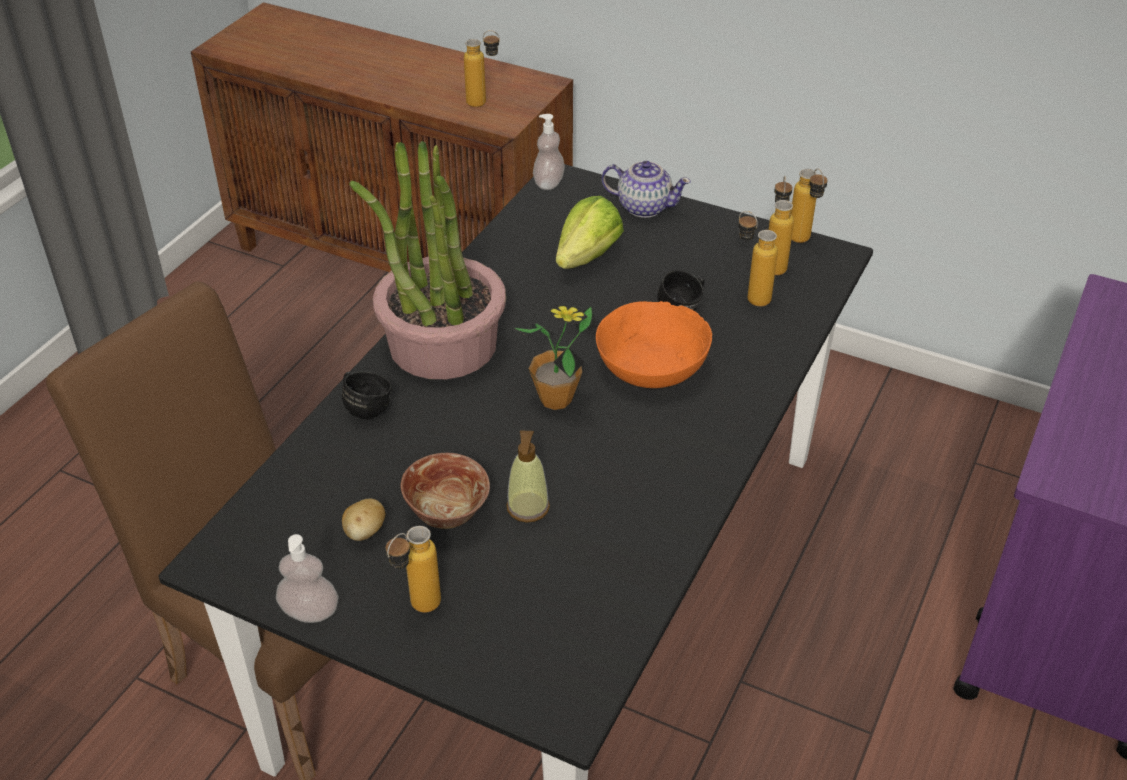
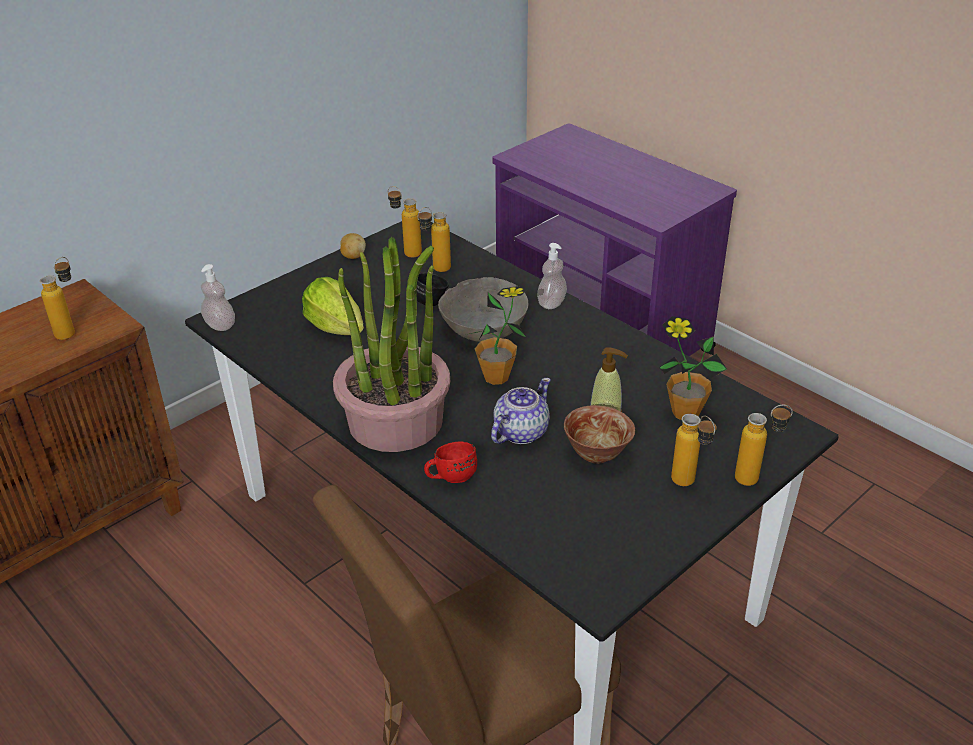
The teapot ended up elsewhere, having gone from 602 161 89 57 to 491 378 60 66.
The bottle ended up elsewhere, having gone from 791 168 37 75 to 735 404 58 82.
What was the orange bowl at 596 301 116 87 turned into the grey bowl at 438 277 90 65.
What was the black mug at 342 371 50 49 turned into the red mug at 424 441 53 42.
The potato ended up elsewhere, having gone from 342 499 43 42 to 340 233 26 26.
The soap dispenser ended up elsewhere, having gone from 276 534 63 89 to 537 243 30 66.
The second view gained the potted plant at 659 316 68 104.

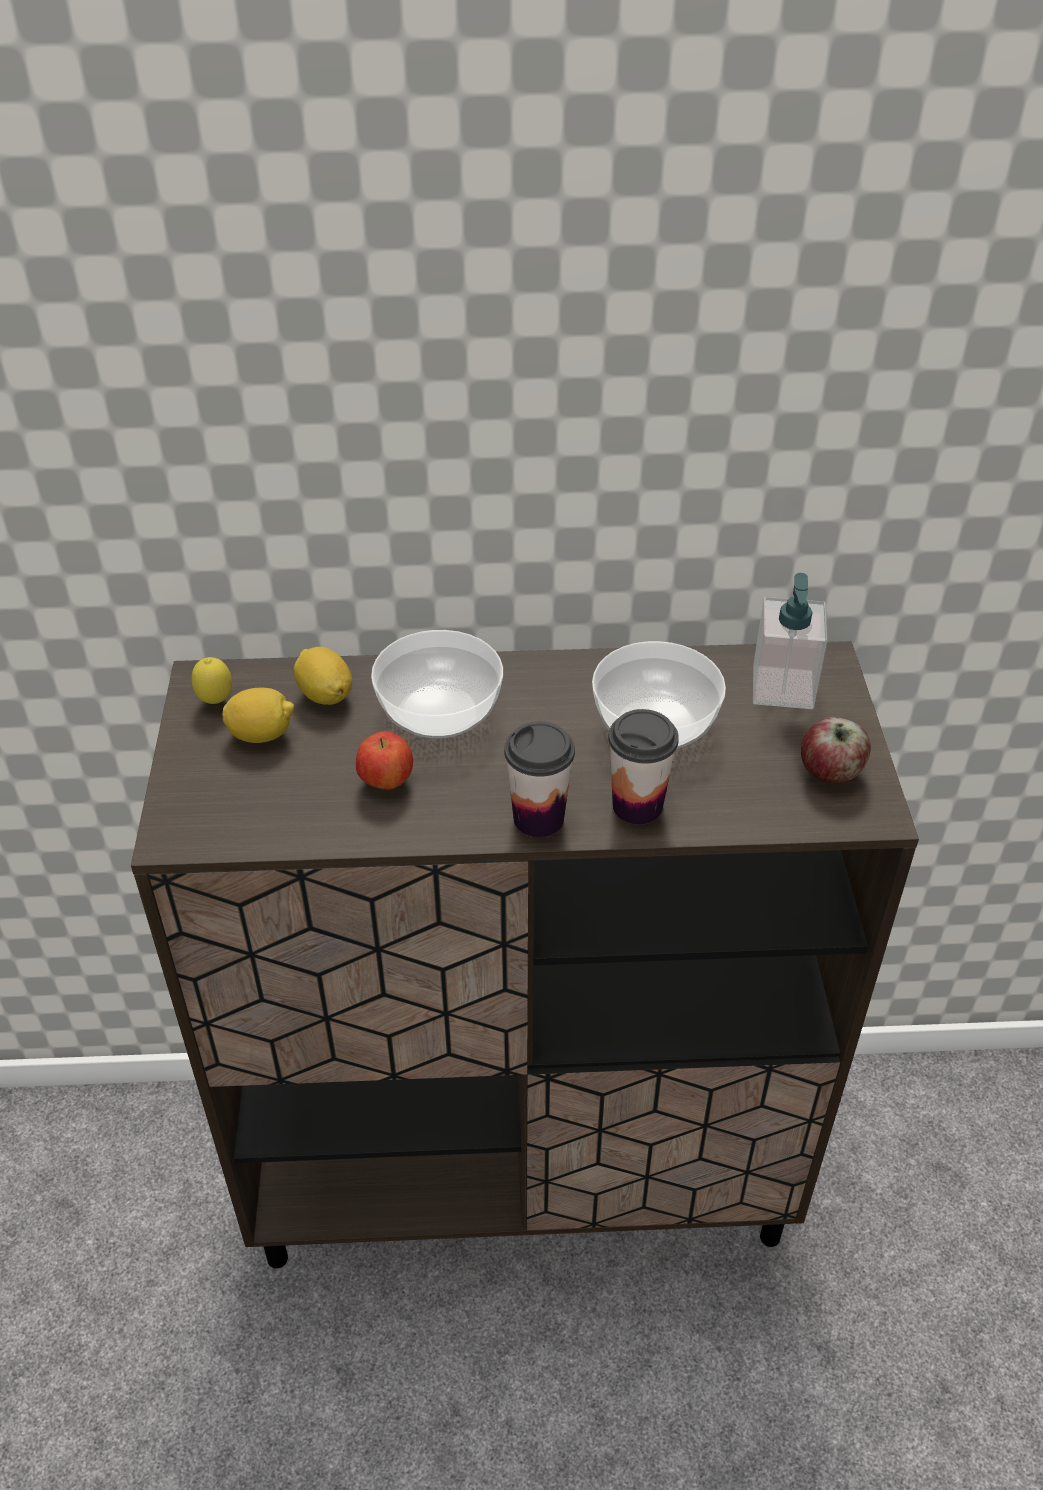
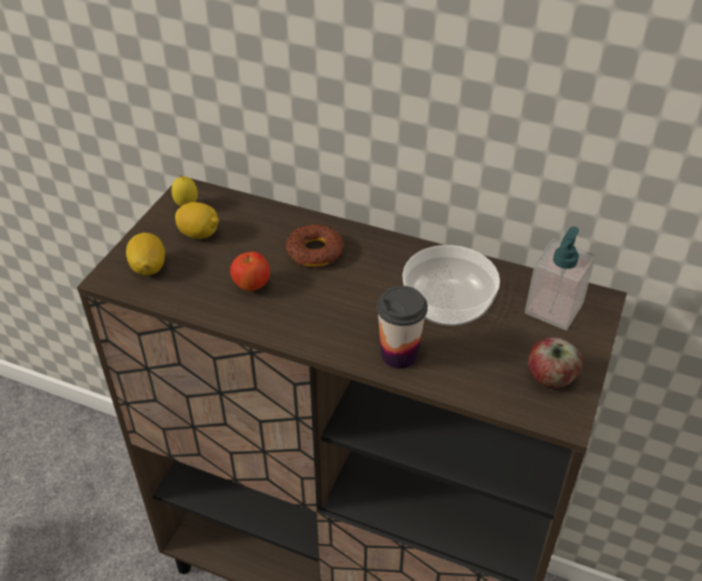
Where the bowl stood at 371 630 132 108, the donut came to stand at 286 224 58 43.
The lemon ended up elsewhere, having gone from 294 647 58 58 to 126 232 39 43.
The second view lost the cup at 504 721 71 116.

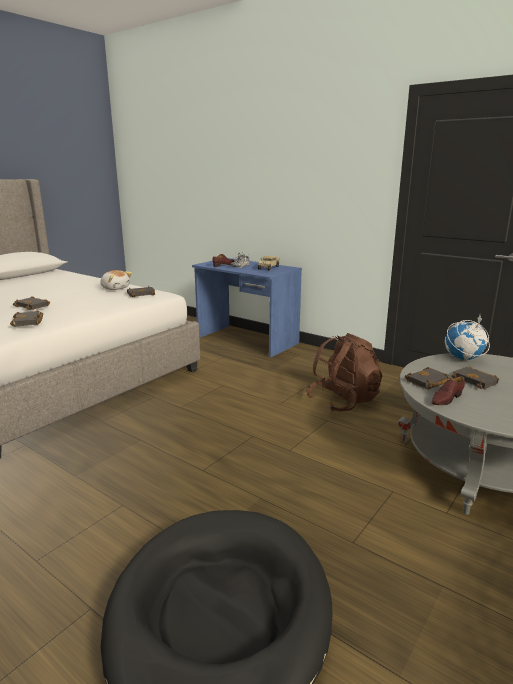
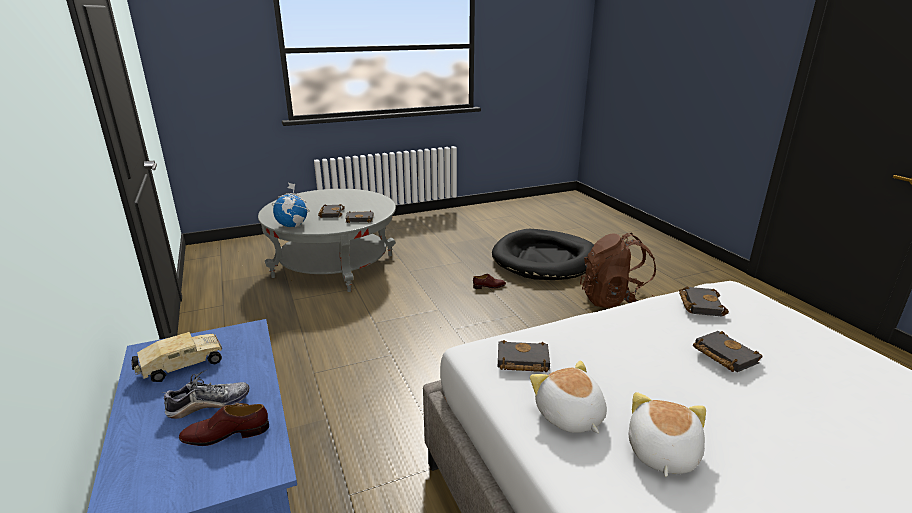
The brown backpack ended up elsewhere, having gone from 306 333 76 79 to 580 233 76 75.
The brown shoe ended up elsewhere, having gone from 432 376 33 30 to 473 274 33 15.
The second view gained the plush toy at 629 392 77 85.

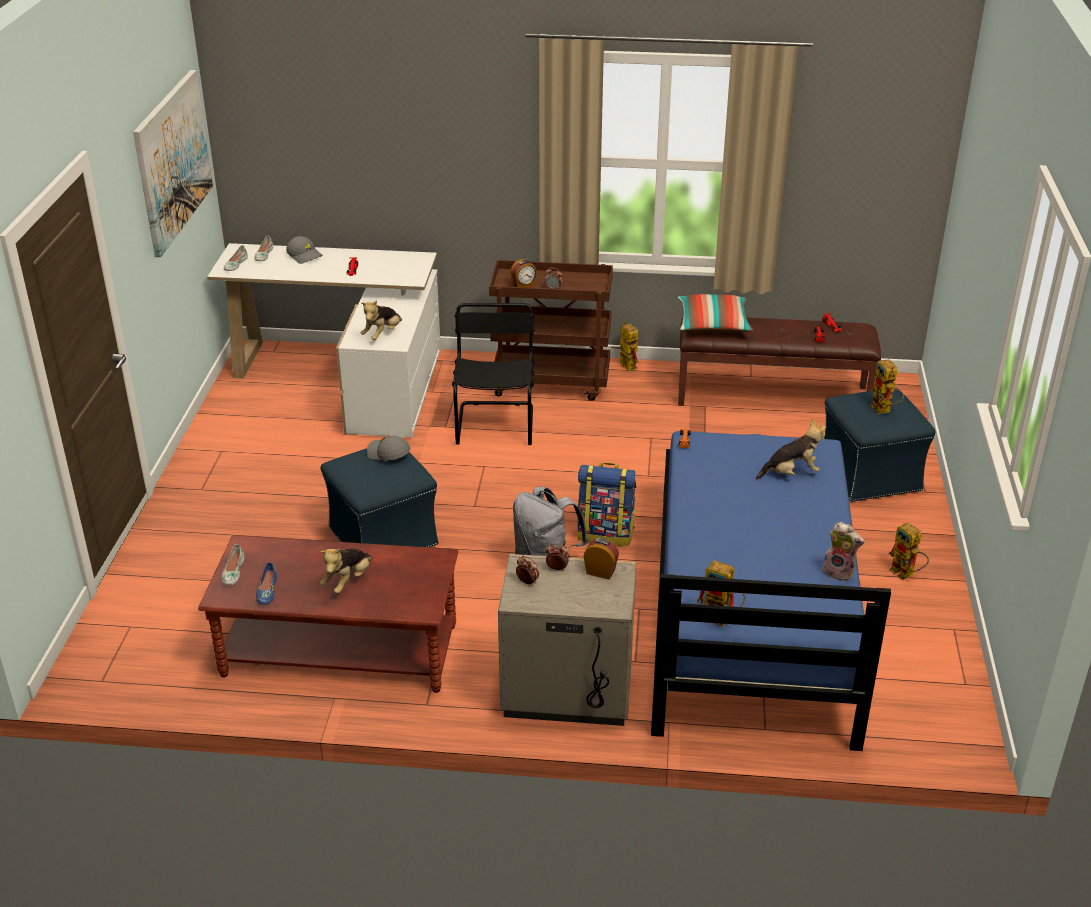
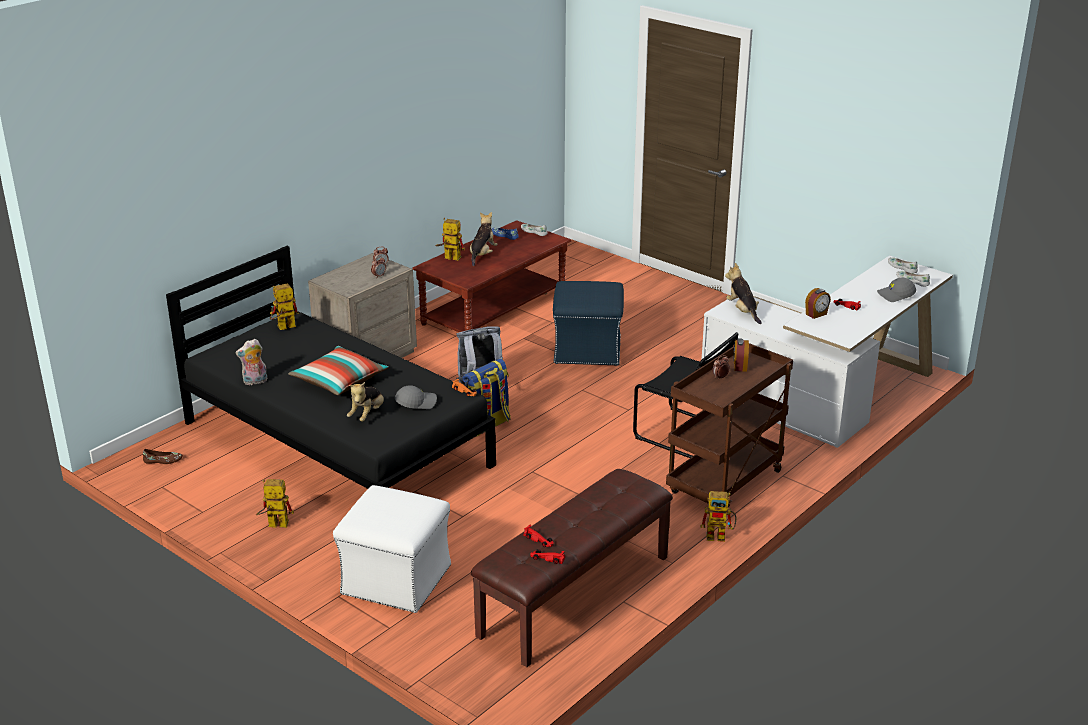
The second view lost the picture at 133 70 80 187.
The pillow ended up elsewhere, having gone from 678 294 75 38 to 288 346 101 49.
The toy robot ended up elsewhere, having gone from 870 359 34 55 to 435 218 30 43.
What was the blue ottoman at 824 388 112 114 turned into the white ottoman at 333 485 118 128.
What was the blue bed at 651 431 240 320 turned into the black bed at 166 246 330 243.
The grey cap ended up elsewhere, having gone from 367 436 44 25 to 395 385 42 24.
The alarm clock ended up elsewhere, having gone from 583 538 36 42 to 805 288 26 31.
The plush toy at 320 548 53 46 ended up facing another way, 45 degrees clockwise from before.
The second view gained the brown shoe at 143 449 40 15.

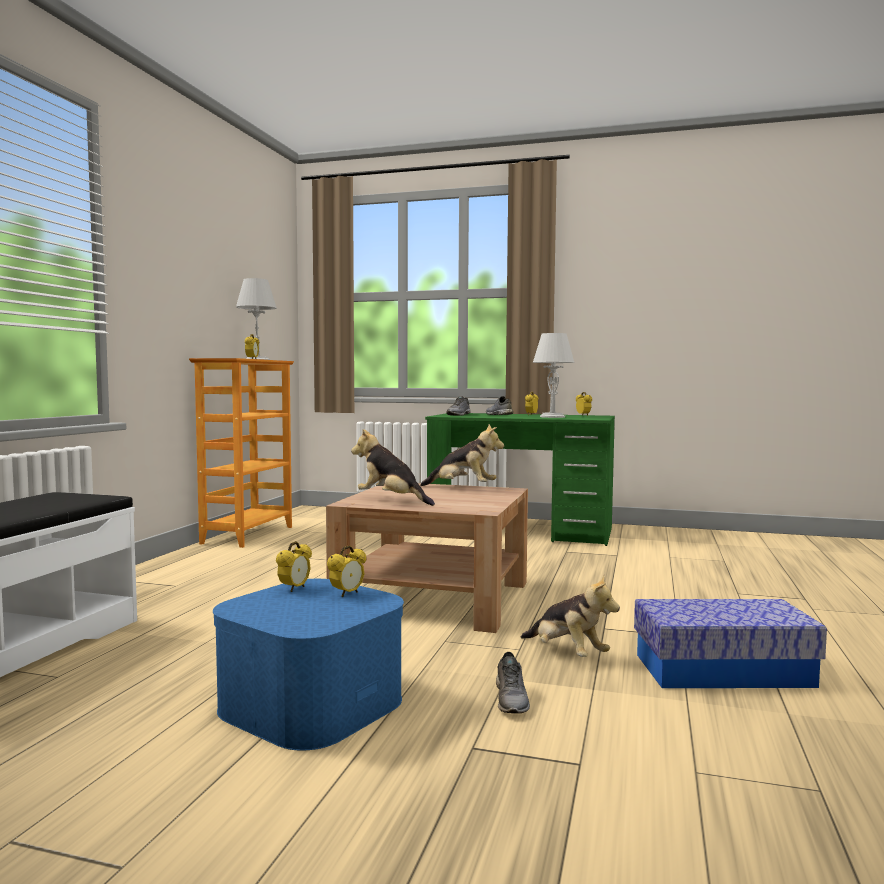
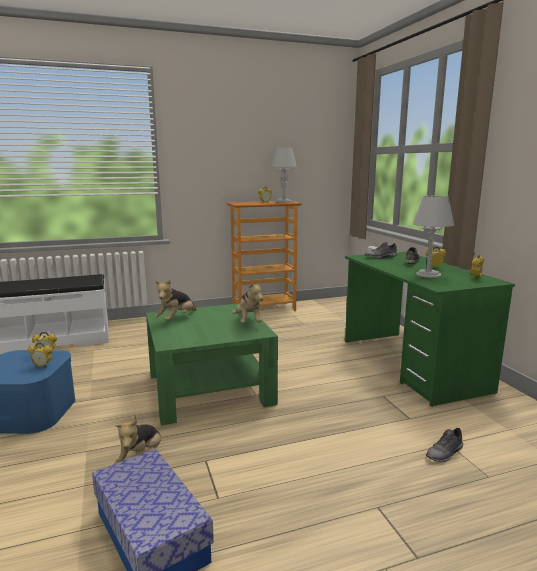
The plush toy at 351 429 84 77 ended up facing another way, 150 degrees counterclockwise from before.
What was the brown coffee table at 326 483 202 150 turned into the green coffee table at 146 303 132 123.
The grey shoe ended up elsewhere, having gone from 496 652 34 61 to 426 428 37 34.

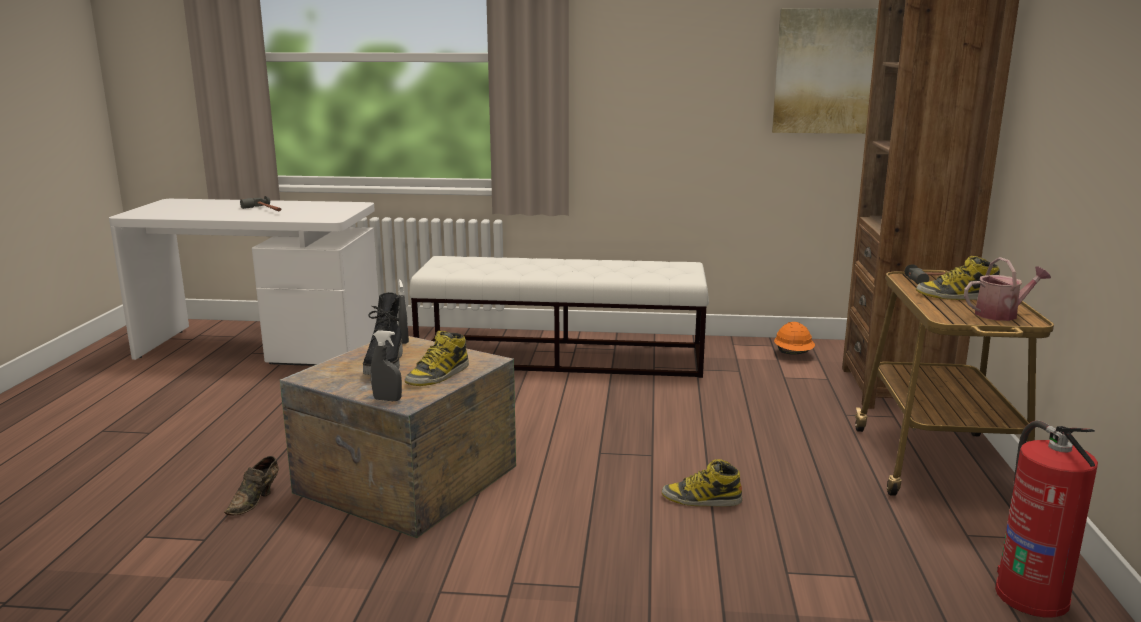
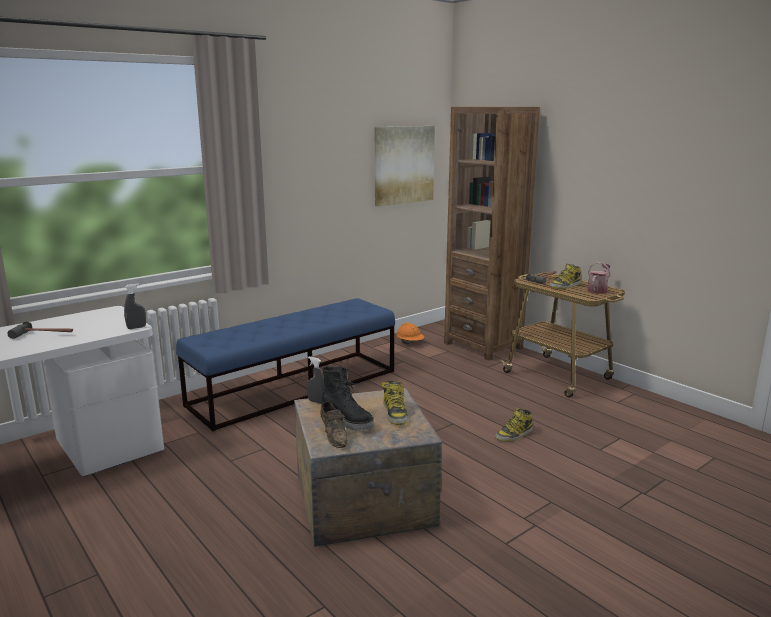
What was the white bench at 409 256 300 122 turned into the blue bench at 176 298 219 133.
The grey spray bottle ended up elsewhere, having gone from 371 330 31 71 to 124 283 22 46.
The second view lost the fire extinguisher at 995 420 103 198.
The brown shoe ended up elsewhere, having gone from 224 456 55 59 to 320 401 28 47.

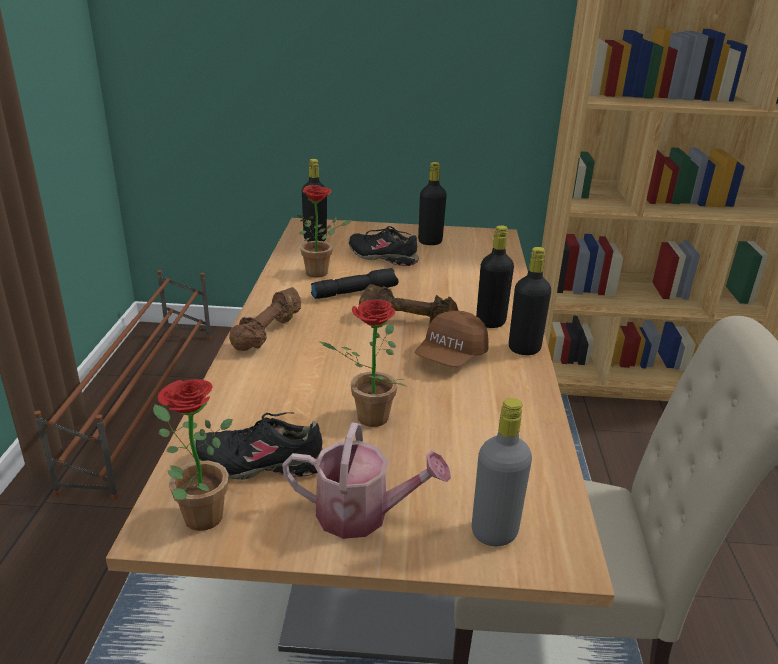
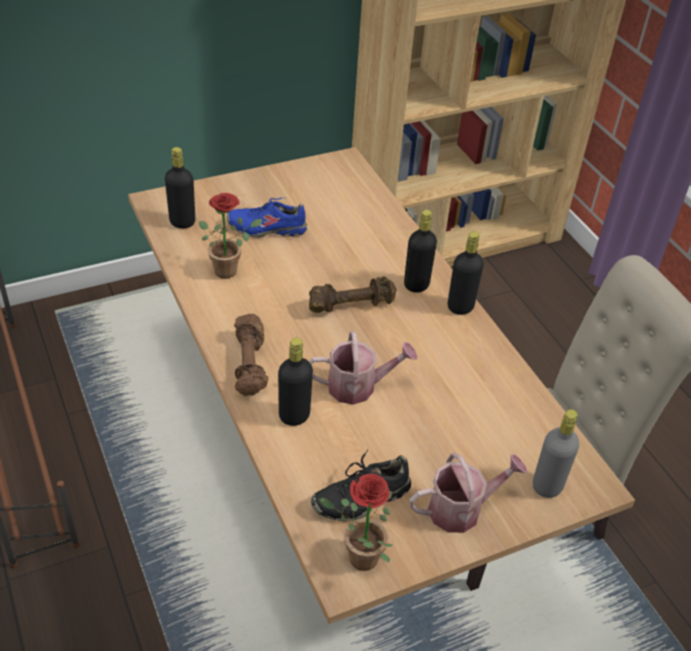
The black bottle ended up elsewhere, having gone from 418 162 29 83 to 278 338 35 88.
What was the black shoe at 349 226 70 40 turned into the blue shoe at 227 198 80 40.
The second view lost the black flashlight at 311 268 88 31.
The second view lost the potted plant at 320 299 87 128.
The second view lost the brown cap at 415 311 74 56.
The second view gained the watering can at 309 331 109 74.

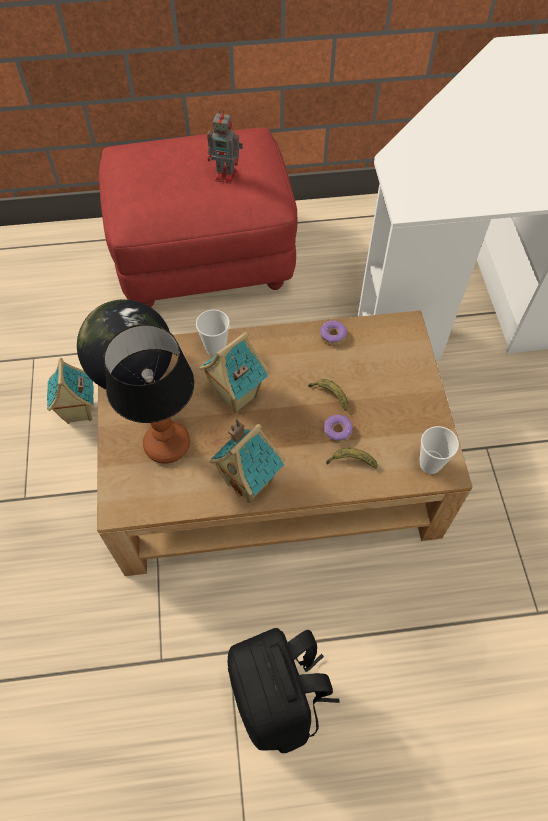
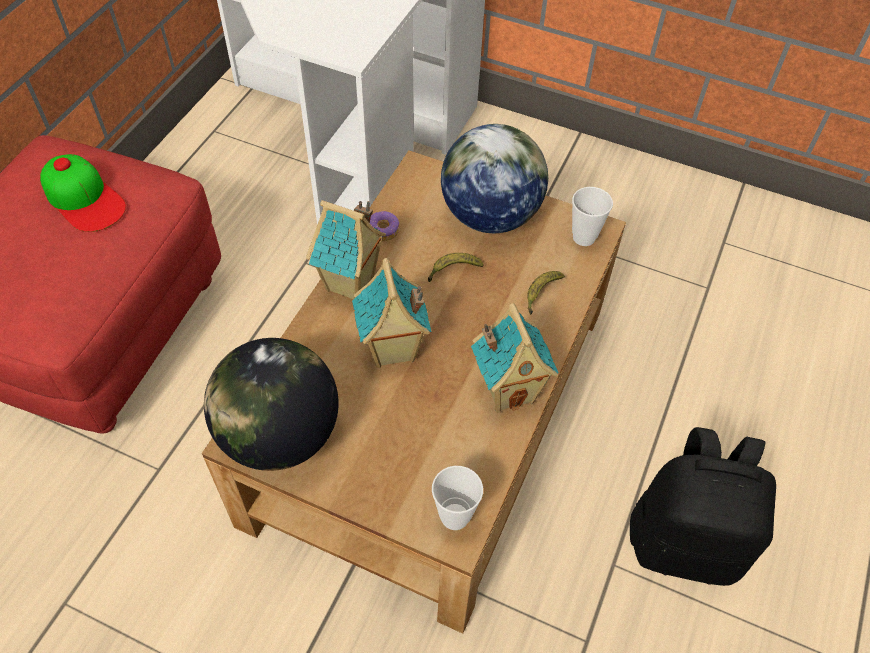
Where the toy robot stood at 207 109 36 75, the cap came to stand at 40 154 86 78.
The cup ended up elsewhere, having gone from 196 310 34 47 to 432 466 51 64.
The second view lost the table lamp at 104 324 91 140.
The toy house ended up elsewhere, having gone from 47 358 47 66 to 306 200 80 99.
The second view lost the donut at 323 415 30 28.
The second view gained the globe at 441 124 107 109.

